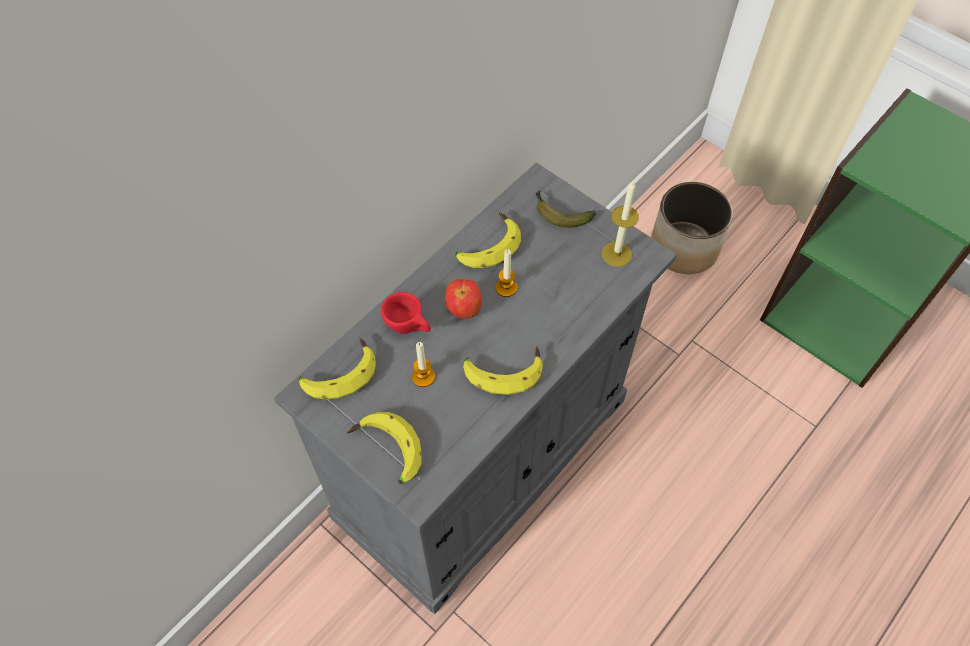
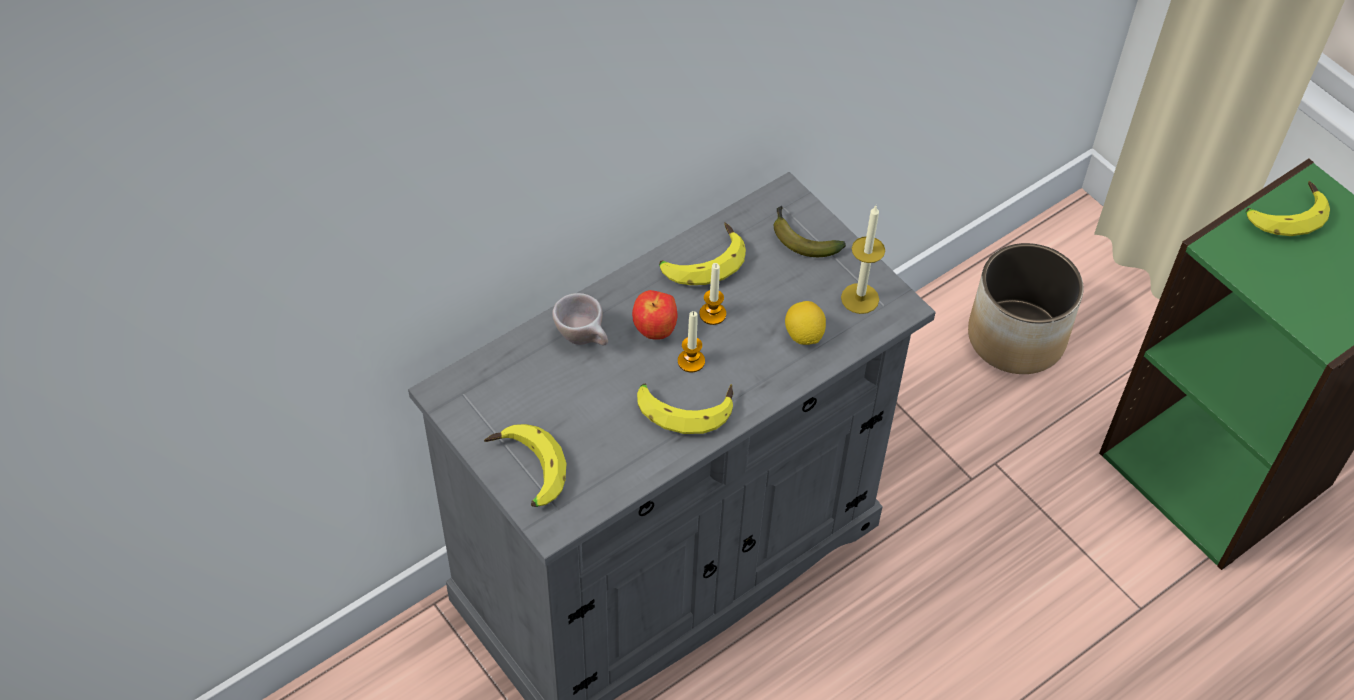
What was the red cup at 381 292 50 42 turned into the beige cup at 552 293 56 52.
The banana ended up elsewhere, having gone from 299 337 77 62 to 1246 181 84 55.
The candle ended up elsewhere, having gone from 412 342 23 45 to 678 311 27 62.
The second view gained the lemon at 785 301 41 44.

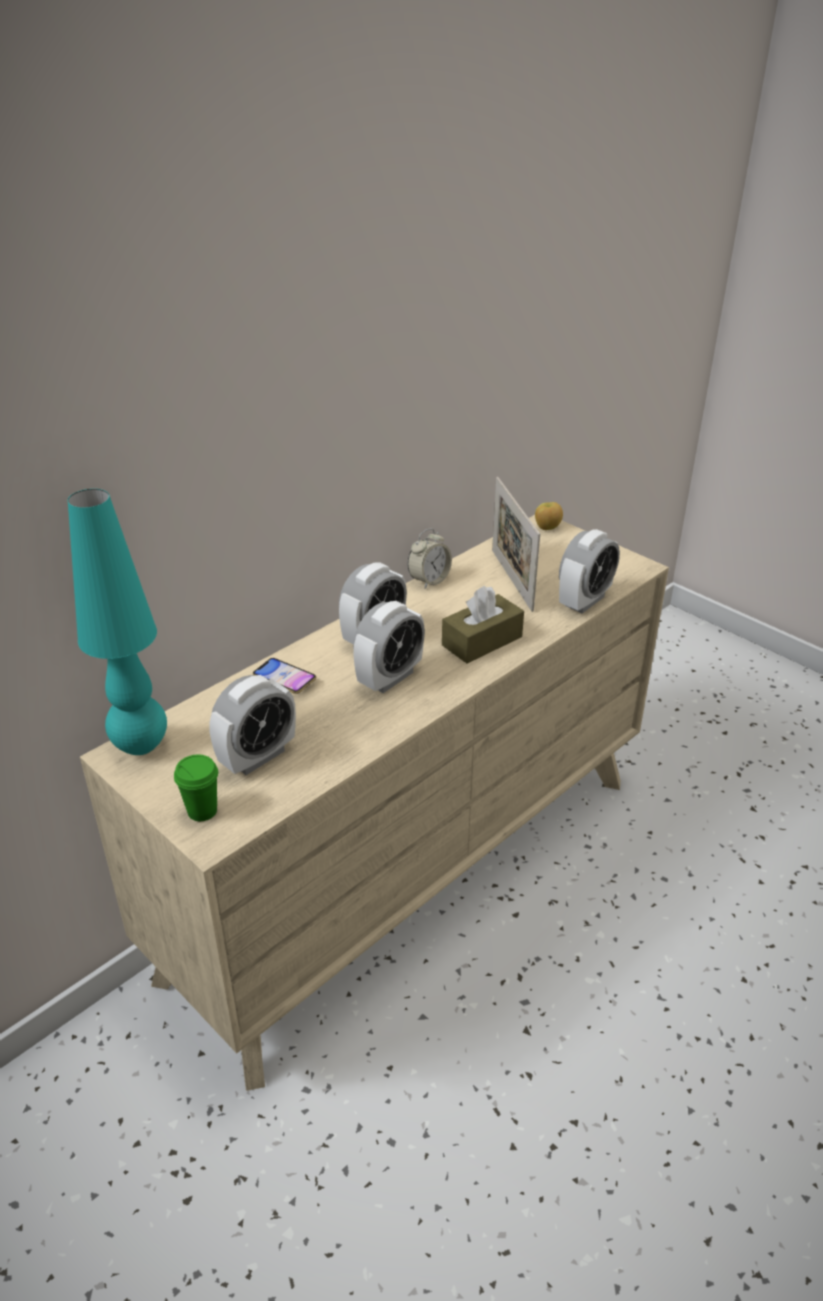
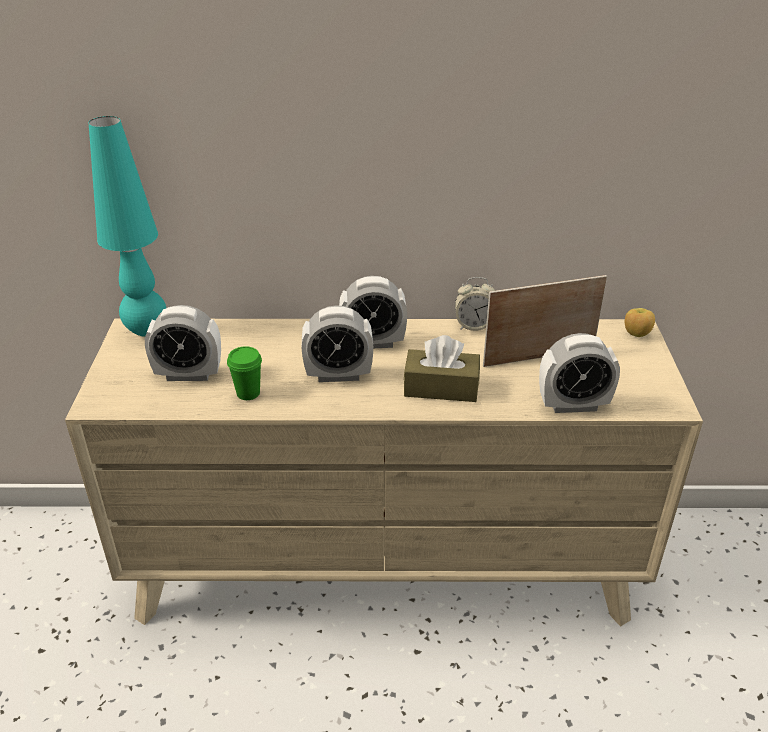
The picture frame at 492 477 48 135 ended up facing another way, 45 degrees clockwise from before.
The second view lost the phone at 253 658 63 36.
The green cup ended up elsewhere, having gone from 174 754 44 67 to 227 346 35 54.

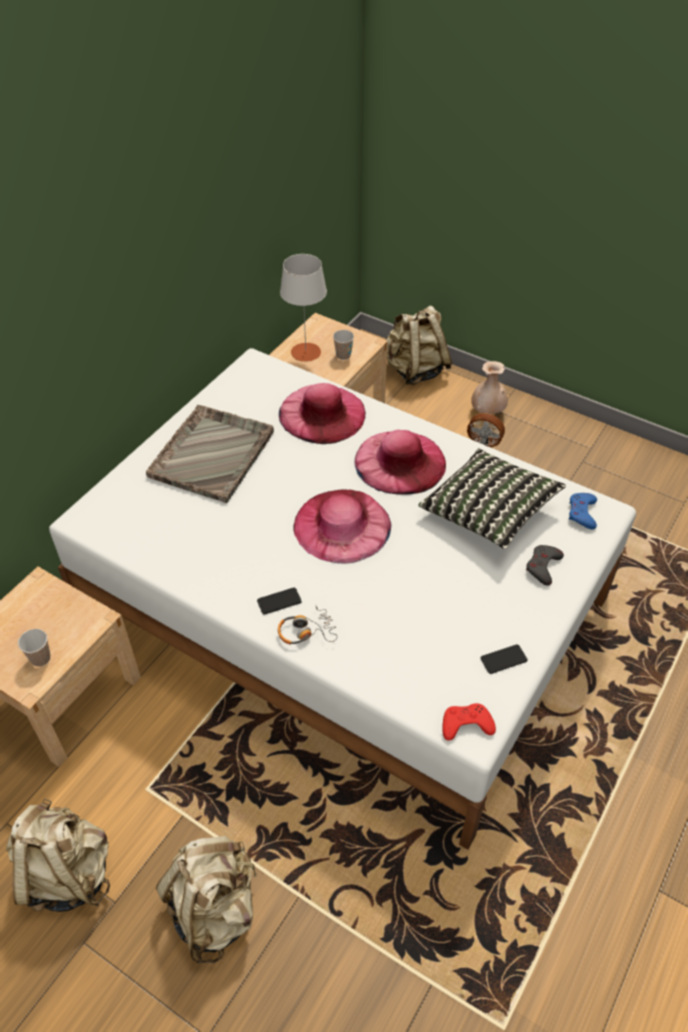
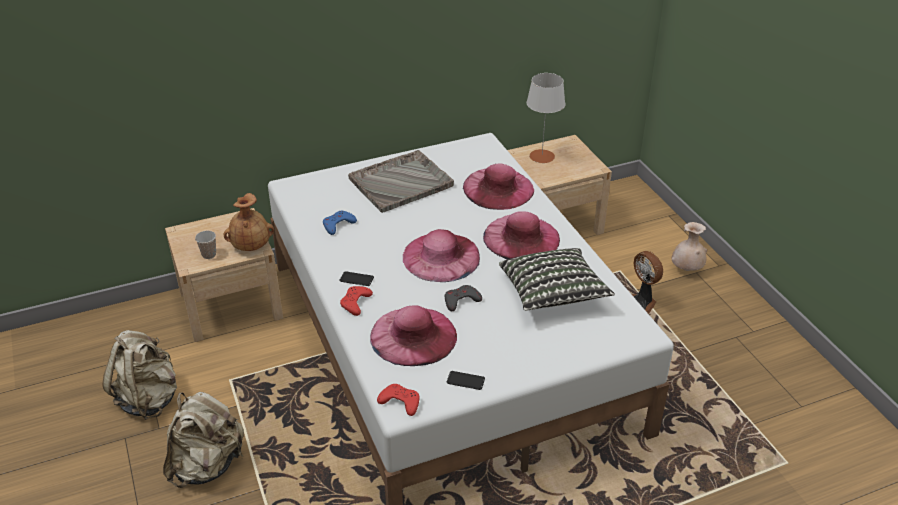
The second view lost the beige backpack at 385 306 67 79.
The second view lost the cup at 333 330 21 30.
The blue game controller ended up elsewhere, having gone from 569 493 28 36 to 323 211 34 24.
The grey game controller ended up elsewhere, having gone from 526 545 38 41 to 445 285 37 26.
Where the headphones stood at 278 606 59 39, the red game controller came to stand at 340 286 33 30.
The second view gained the brown vase at 224 193 50 58.
The second view gained the pink hat at 370 305 87 61.

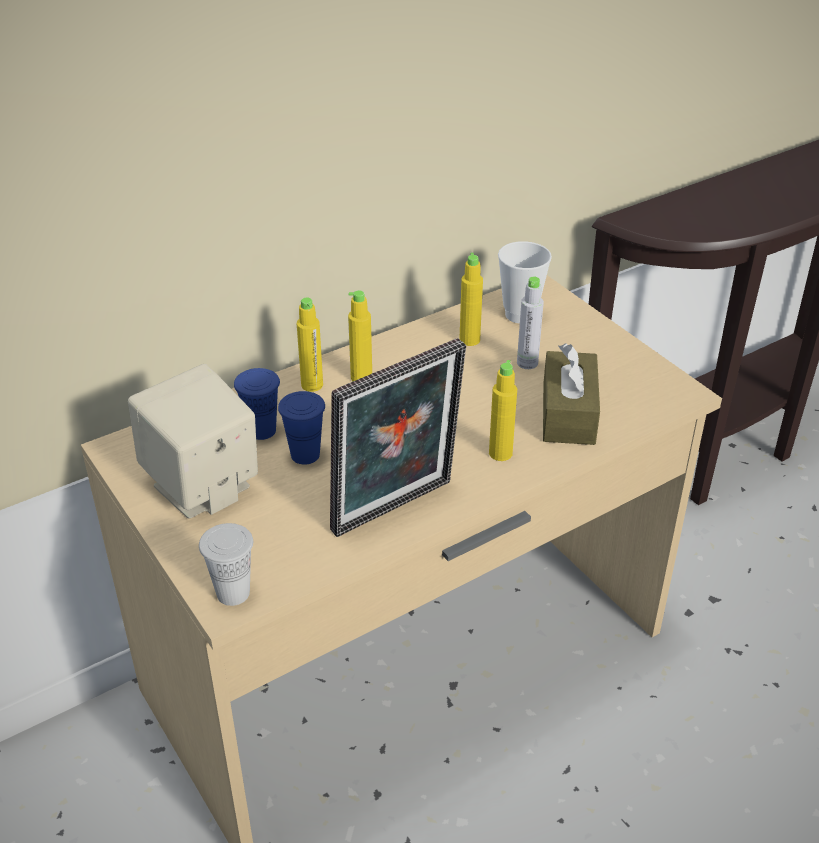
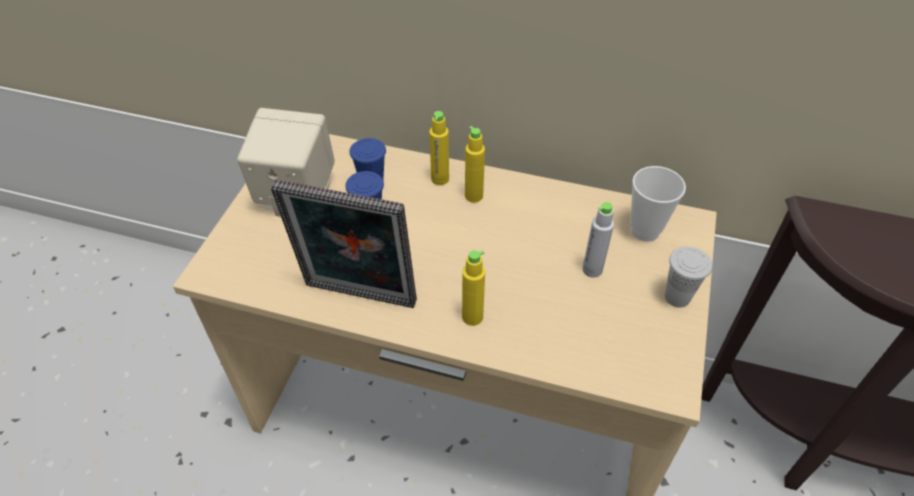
The second view lost the yellow bottle at 459 253 24 93.
The second view lost the brown tissue box at 543 344 57 101.
The white cup ended up elsewhere, having gone from 199 523 54 83 to 665 246 48 62.

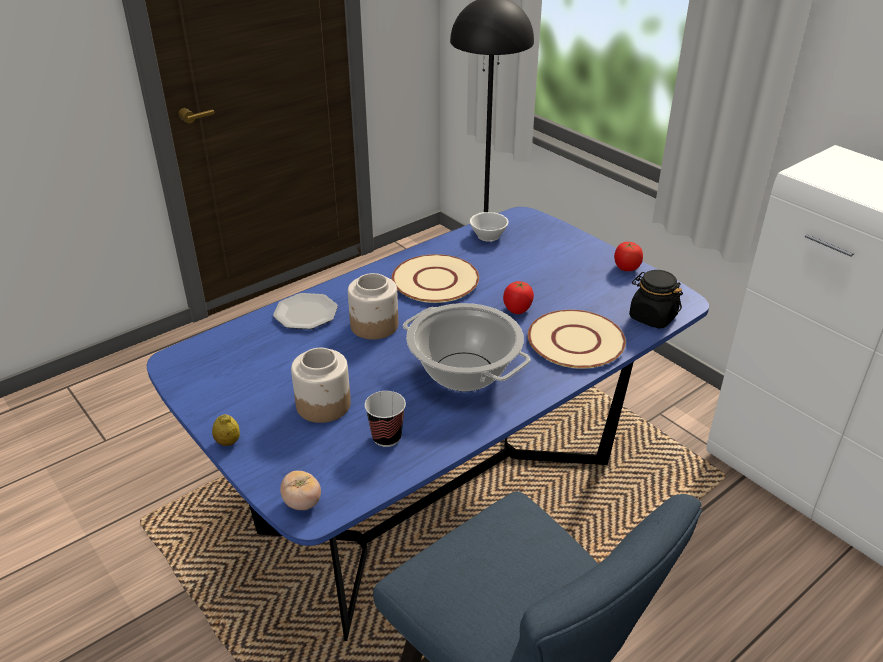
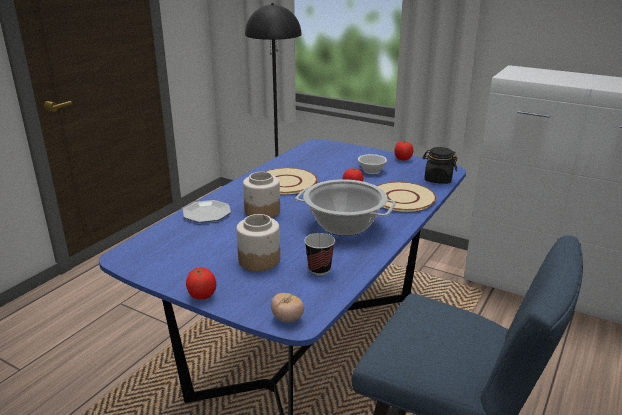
The white cup ended up elsewhere, having gone from 470 212 39 30 to 358 154 29 20.
Where the lemon stood at 212 414 28 32, the tomato came to stand at 186 268 30 31.

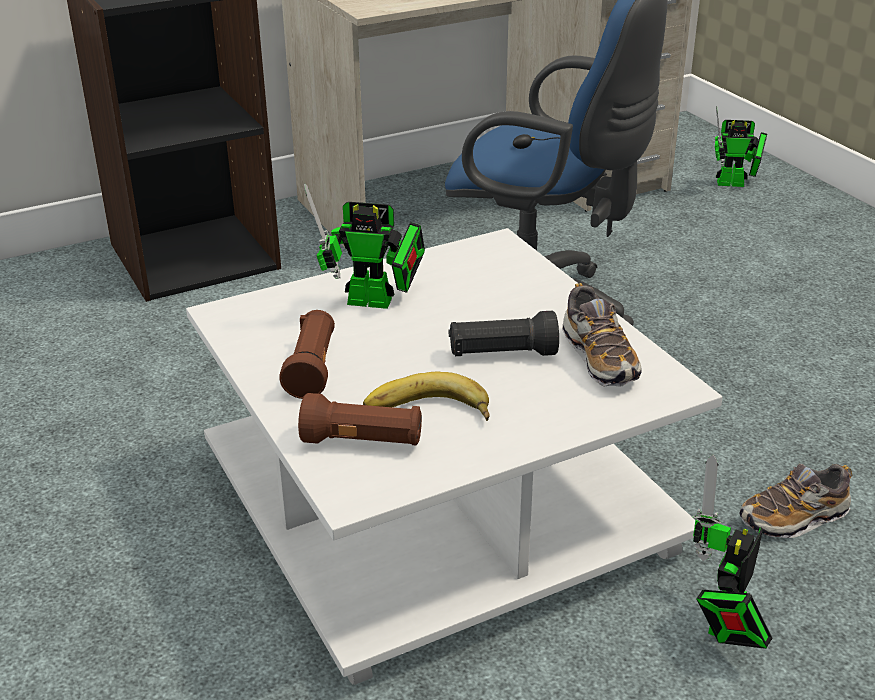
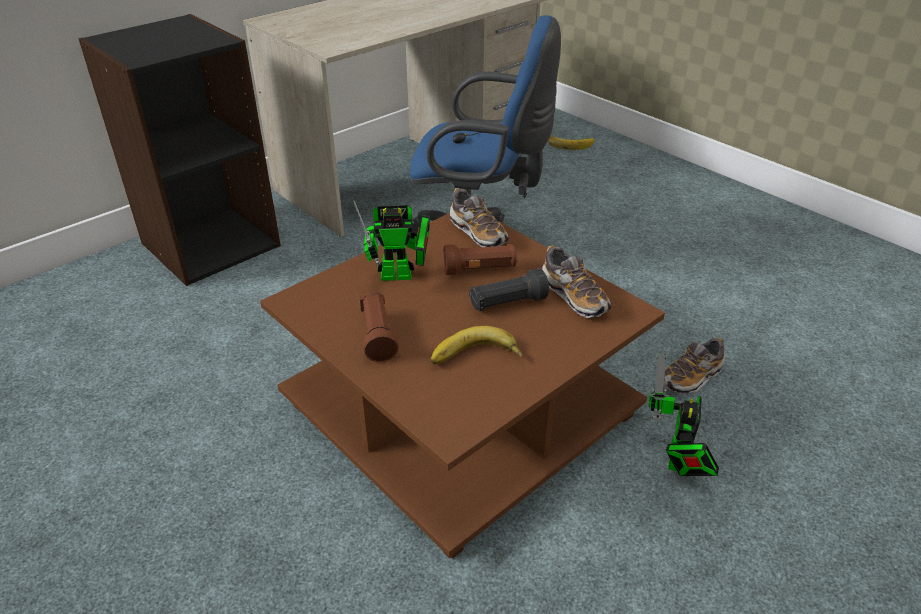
Where the toy robot stood at 715 106 52 81, the banana came to stand at 548 134 47 16.
What was the white coffee table at 186 228 537 457 turned into the brown coffee table at 260 213 405 345.
The brown flashlight ended up elsewhere, having gone from 298 393 124 52 to 444 244 74 31.
The second view gained the shoe at 450 188 59 59.

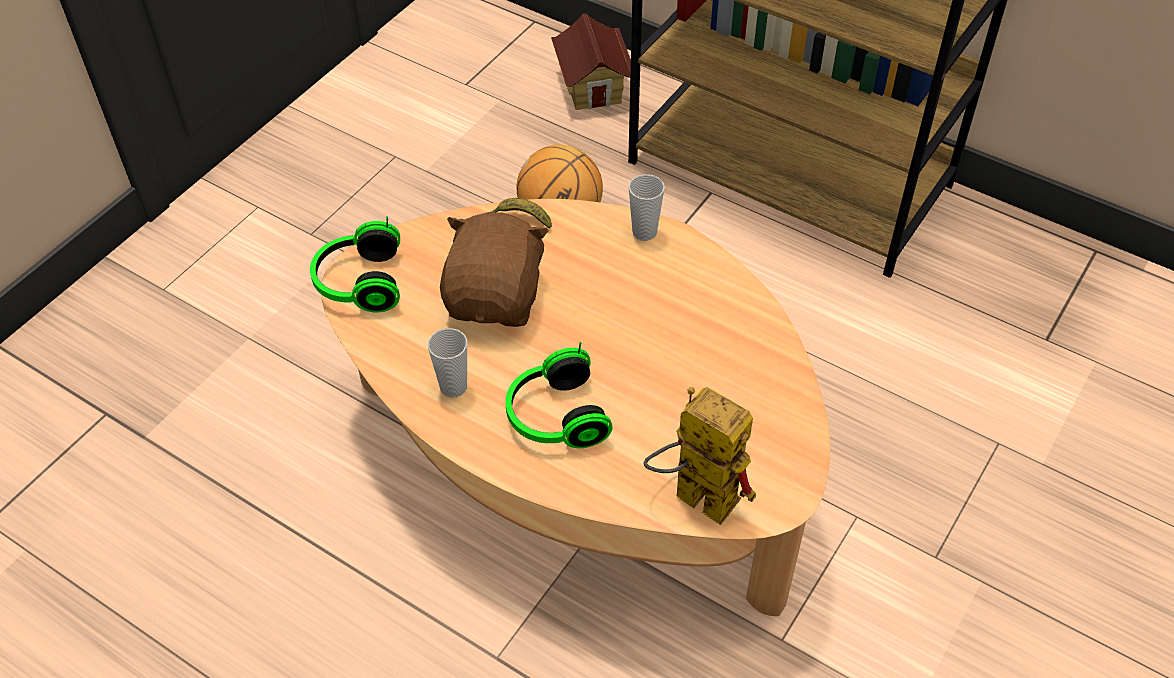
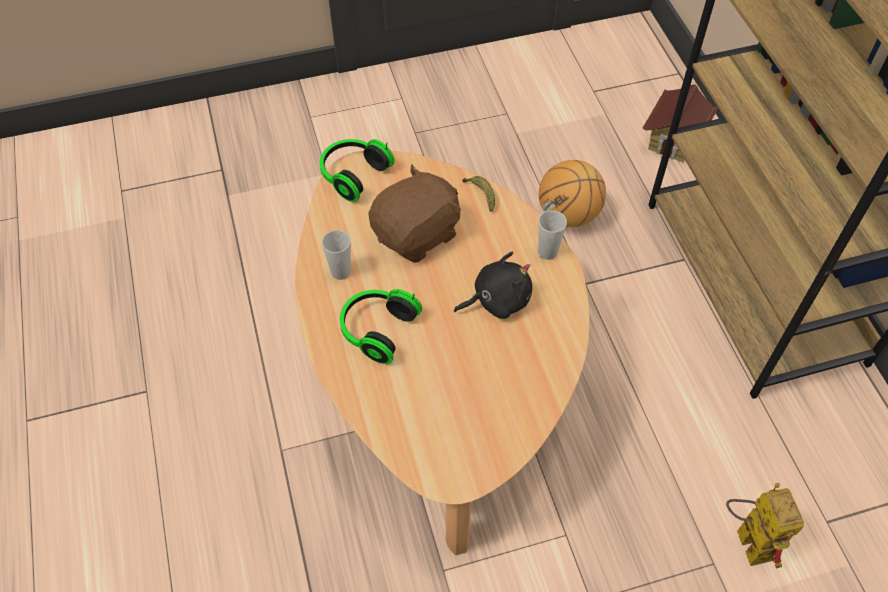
The toy robot ended up elsewhere, having gone from 643 387 114 138 to 726 483 78 86.
The second view gained the black plush toy at 454 252 78 67.

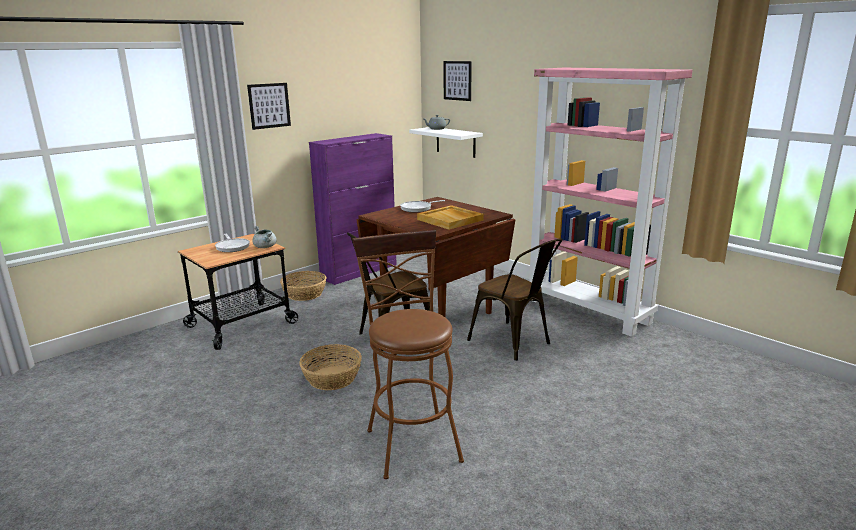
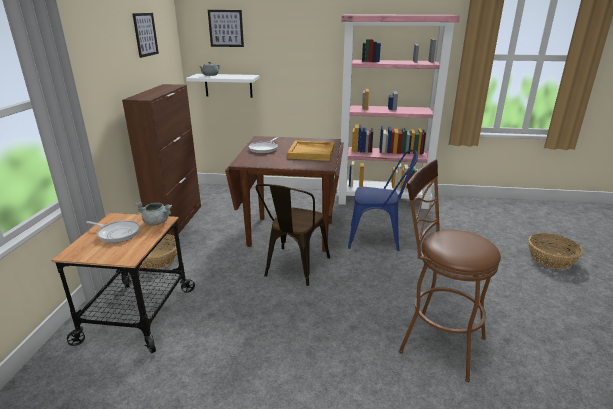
The picture ended up elsewhere, having gone from 247 83 44 47 to 132 13 27 45.
What was the purple cabinet at 309 133 88 152 turned into the brown cabinet at 122 84 79 157.
What was the brown chair at 467 239 96 122 turned into the blue chair at 348 150 70 101.
The basket ended up elsewhere, having gone from 299 344 63 46 to 528 233 55 36.

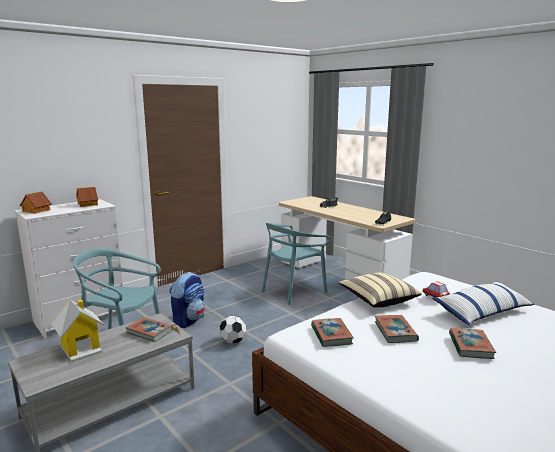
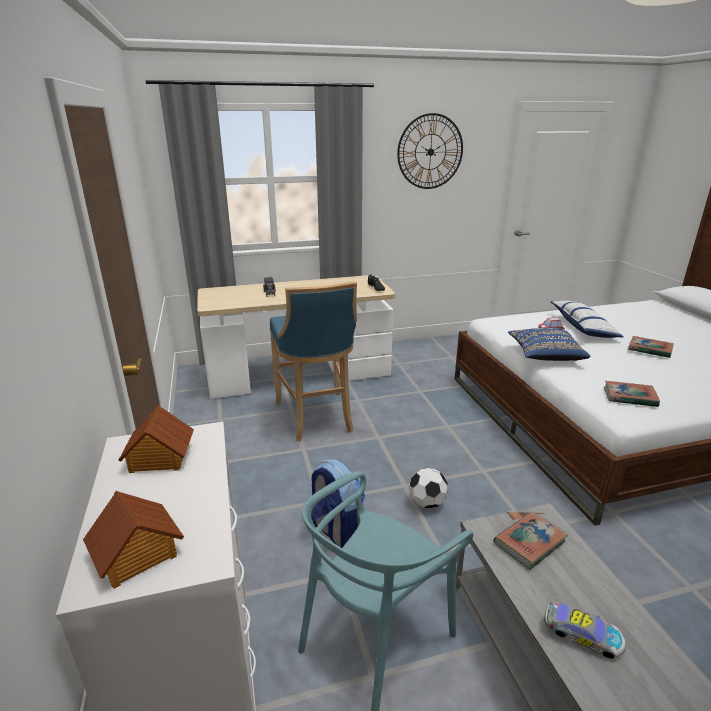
Where the turquoise chair stood at 262 223 68 82, the blue stool came to stand at 270 281 87 161.
What was the beige pillow at 338 272 84 36 turned into the blue pillow at 508 328 82 33.
Where the toy house stood at 51 299 53 64, the toy car came to stand at 544 601 82 58.
The second view lost the book at 375 315 44 28.
The second view gained the wall clock at 397 113 66 76.

